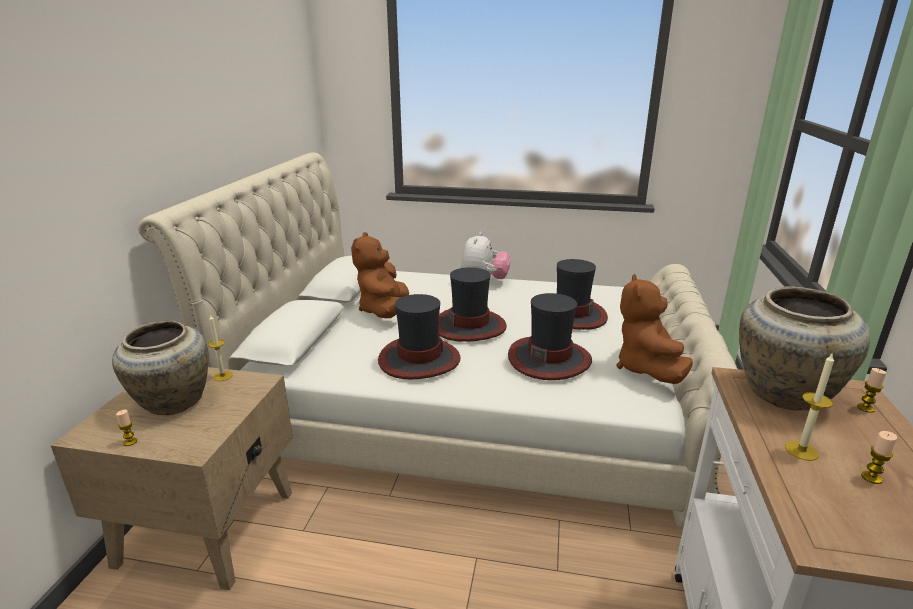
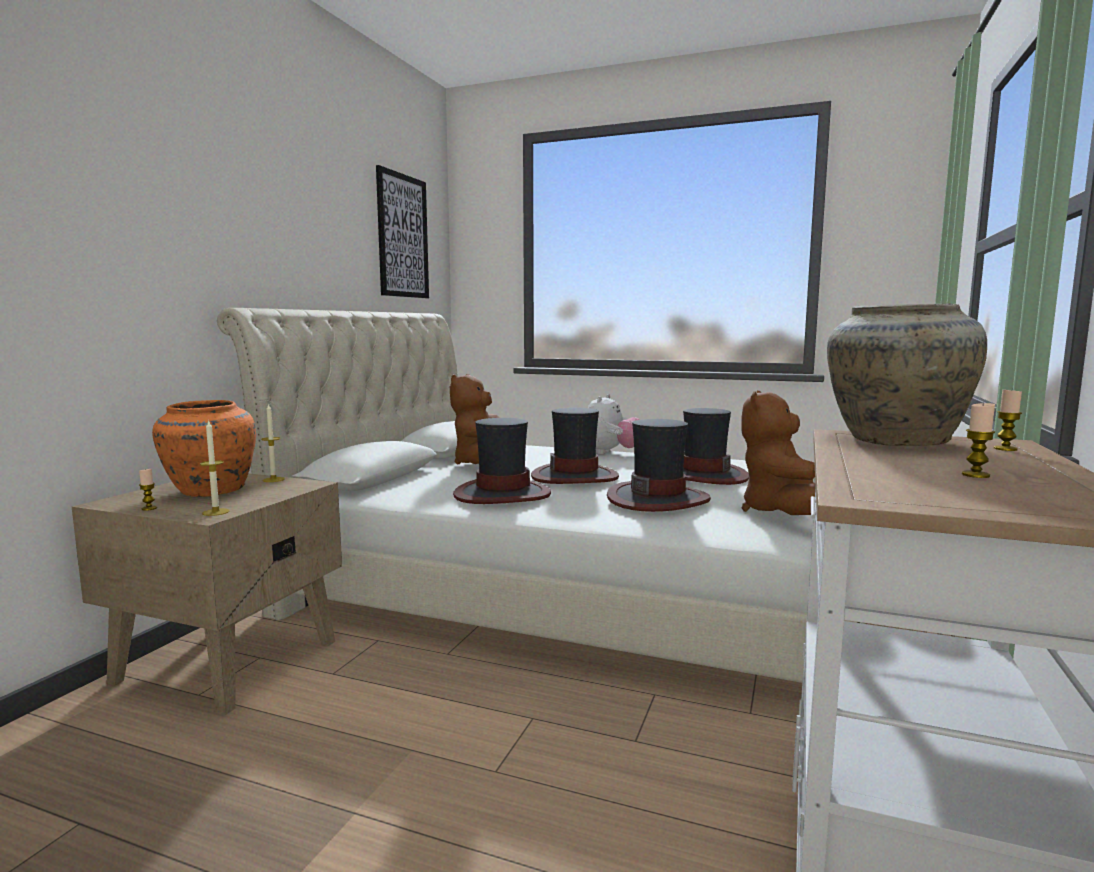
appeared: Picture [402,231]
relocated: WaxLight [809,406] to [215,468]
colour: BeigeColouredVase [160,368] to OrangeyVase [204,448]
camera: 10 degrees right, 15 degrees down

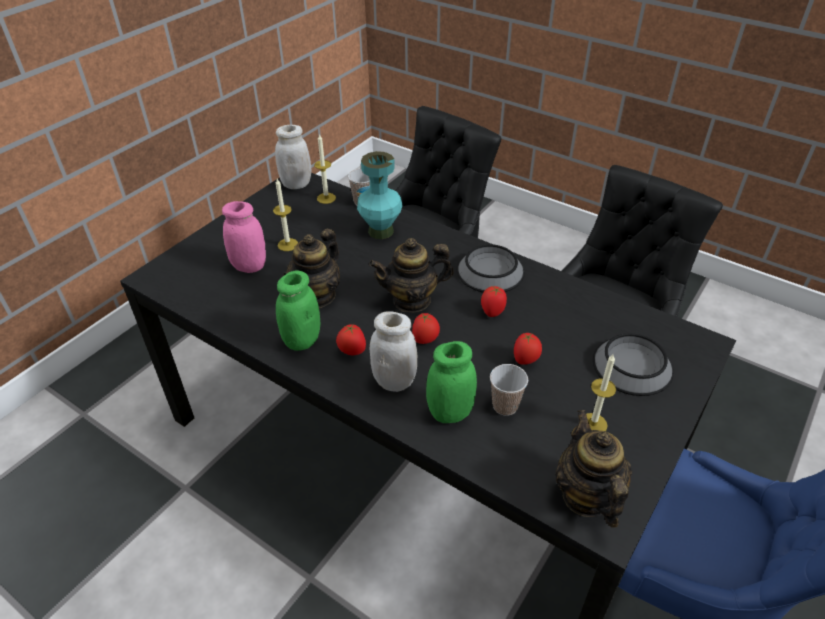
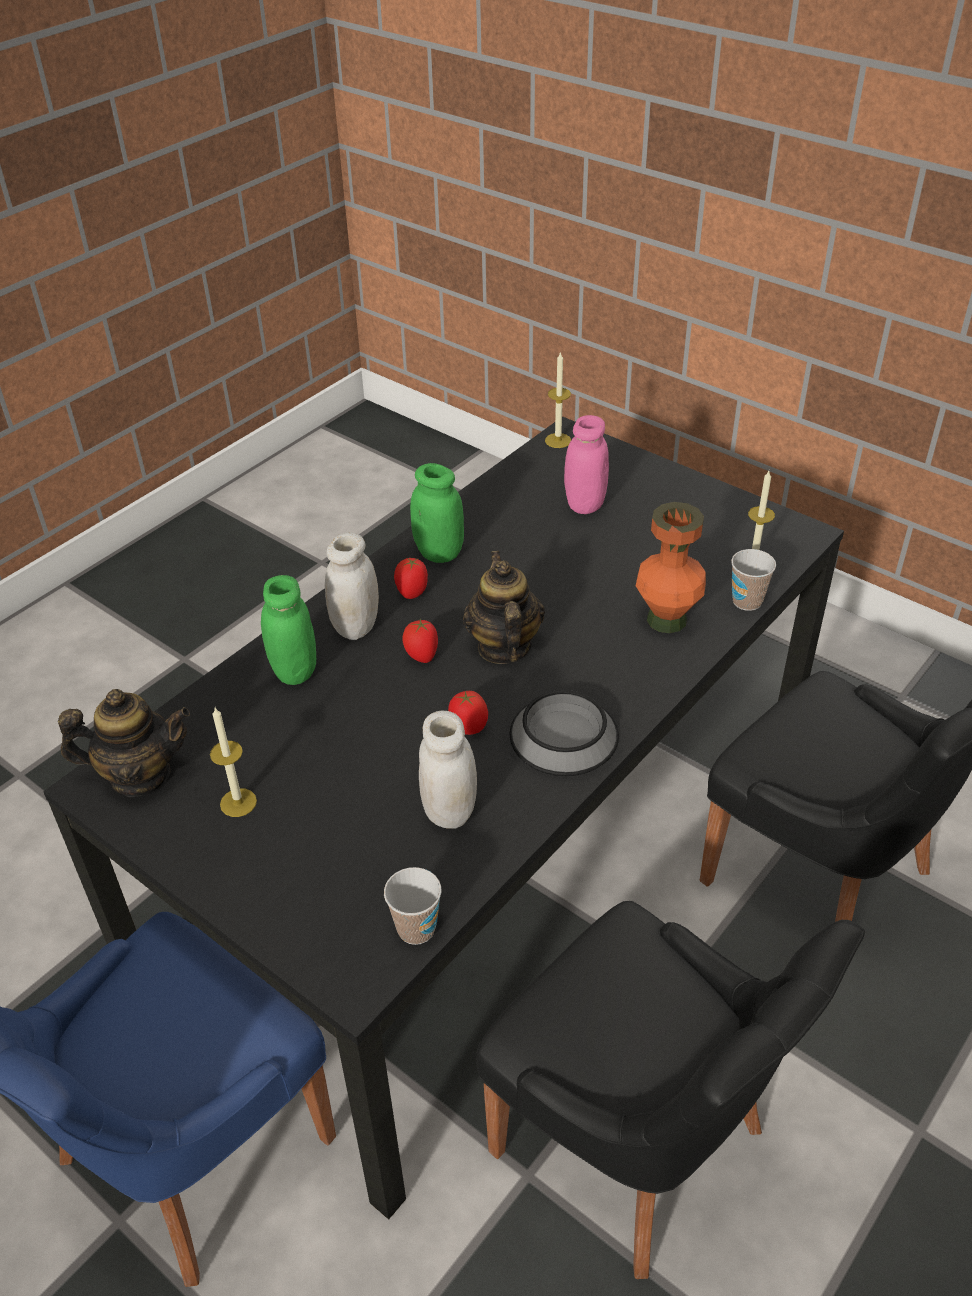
missing: PotForTea [311,268]; Tomato [528,349]; DeepDish [633,364]
relocated: Cup [509,390] to [412,906]; WhiteColouredPreserveJar [293,157] to [448,769]; WaxLight [285,215] to [558,400]
colour: TurquoiseColouredVase [379,195] to OrangeyVase [671,567]
camera: 95 degrees right, 0 degrees up

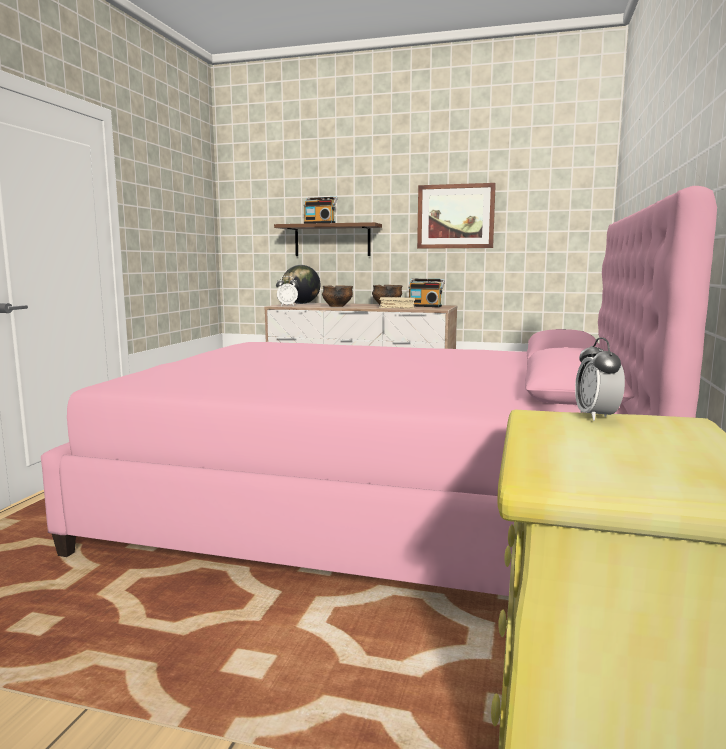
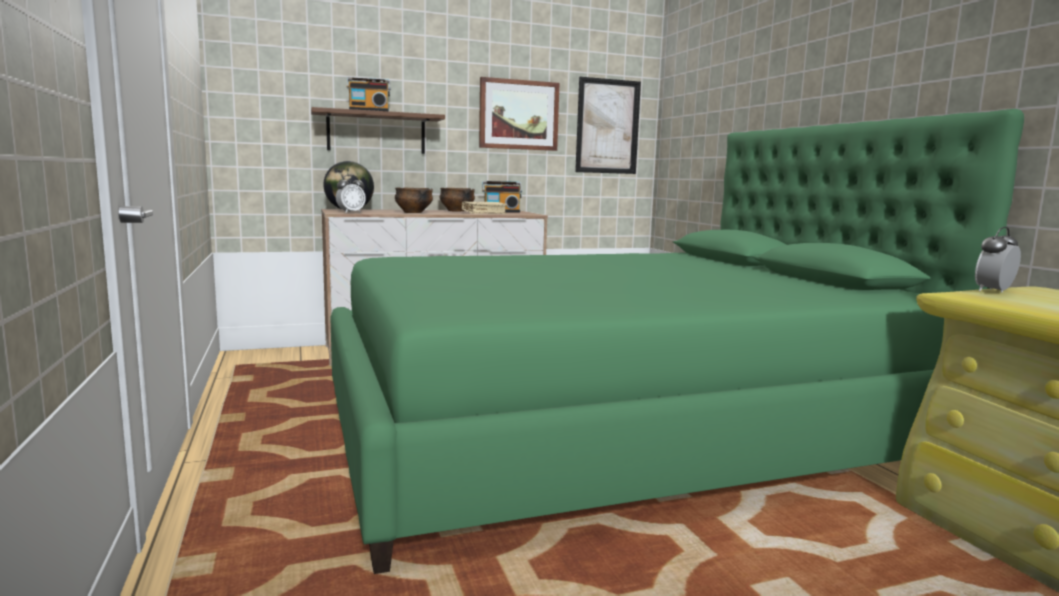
appeared: Picture [608,125]
colour: PinkishSleepingBed [379,391] to GreenColouredSleepingBed [677,341]
spun: AlarmClock [600,379] = [998,260] 90 degrees clockwise
camera: 35 degrees left, 0 degrees up

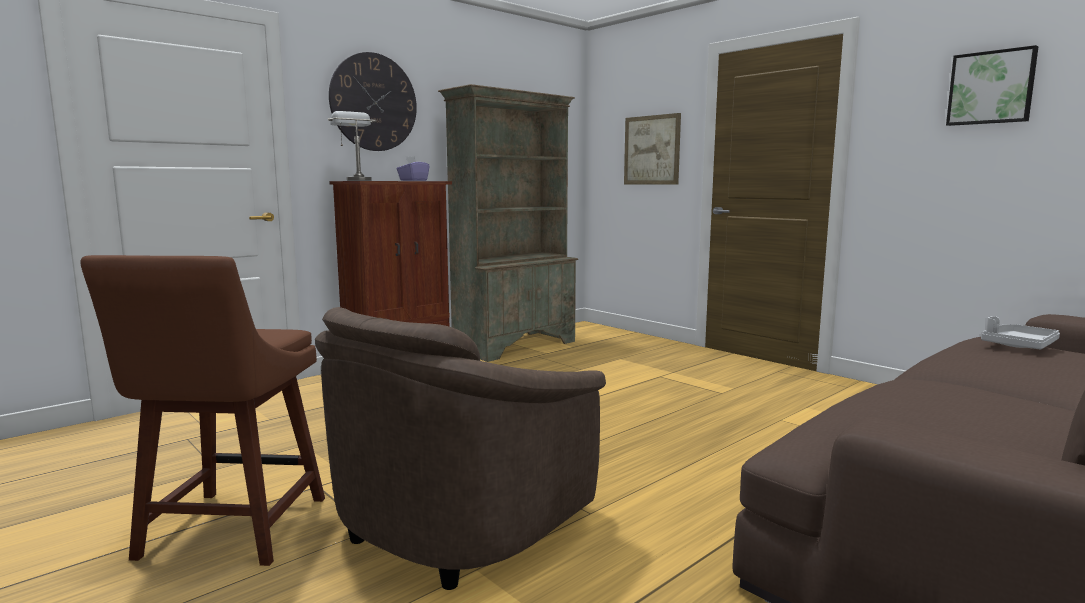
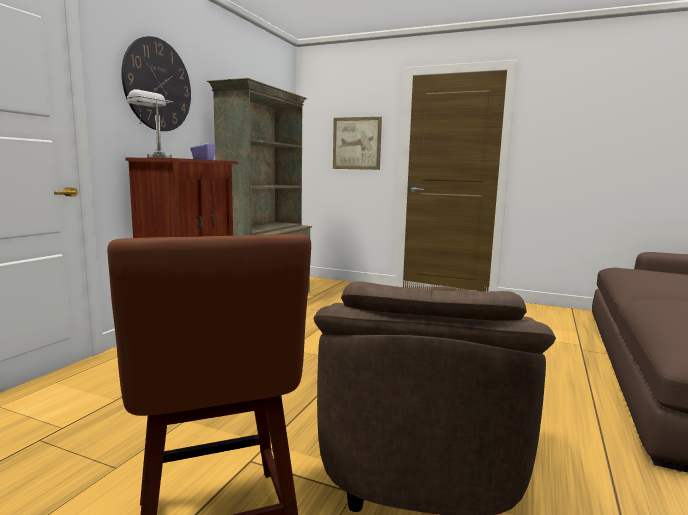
missing: Picture [992,85]; GrayCarryingTray [1020,332]
camera: 25 degrees left, 0 degrees up

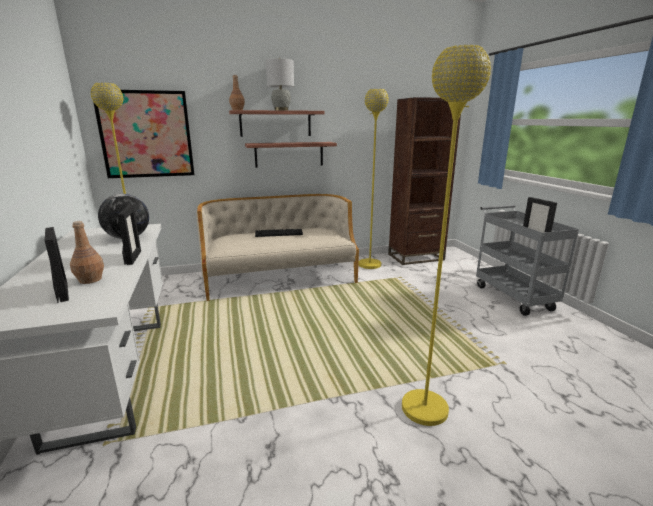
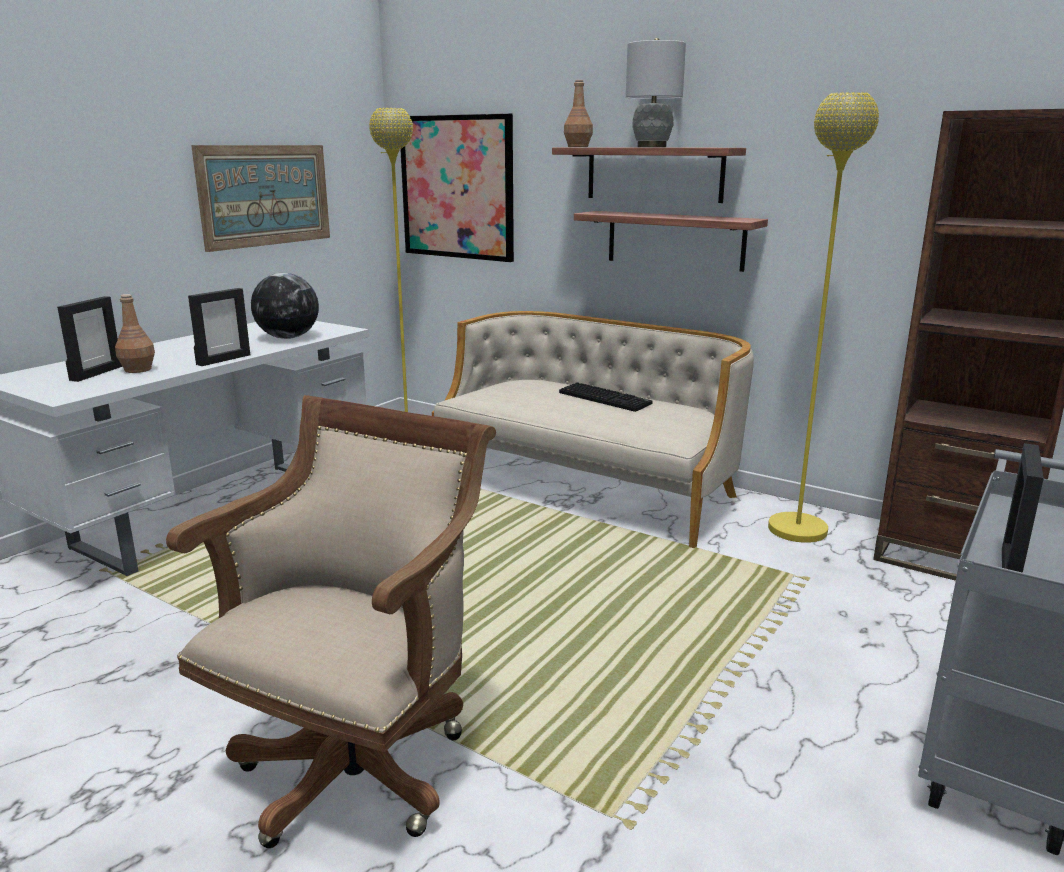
appeared: Picture [260,198]
exchanged: YellowishStandingLamp [446,235] to OfficeChair [331,621]
camera: 50 degrees right, 0 degrees up

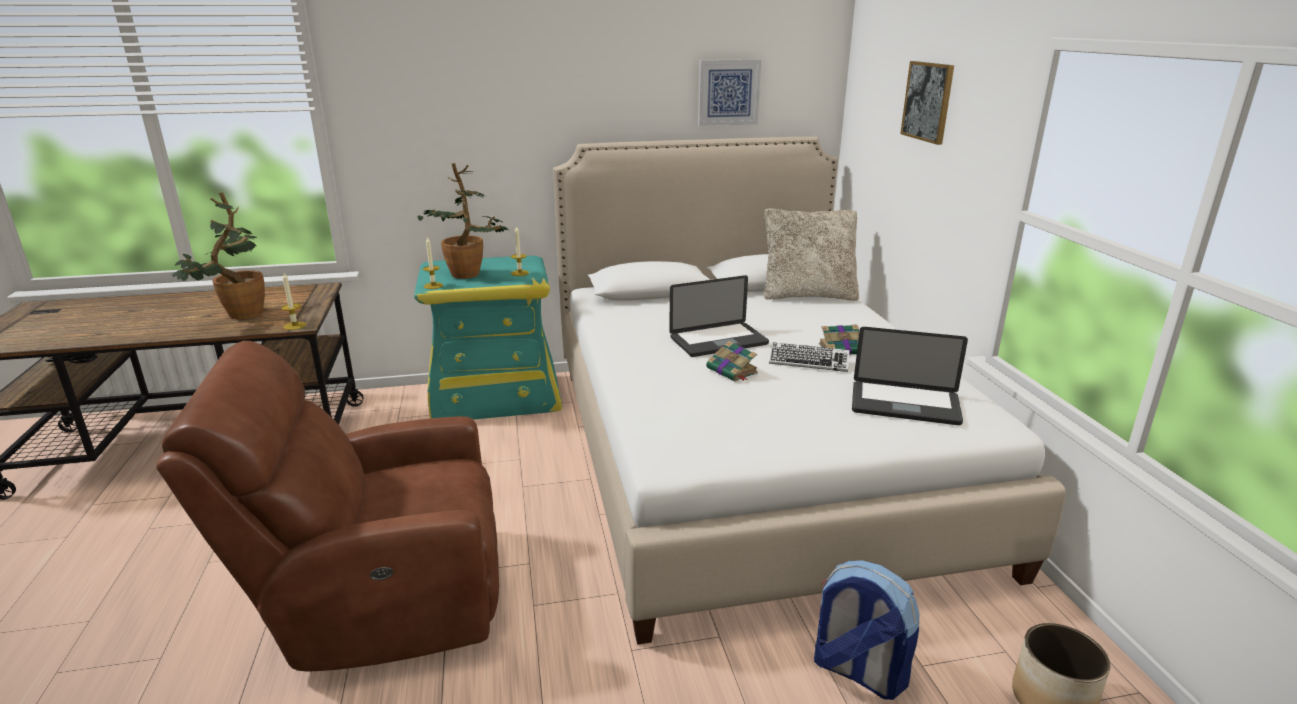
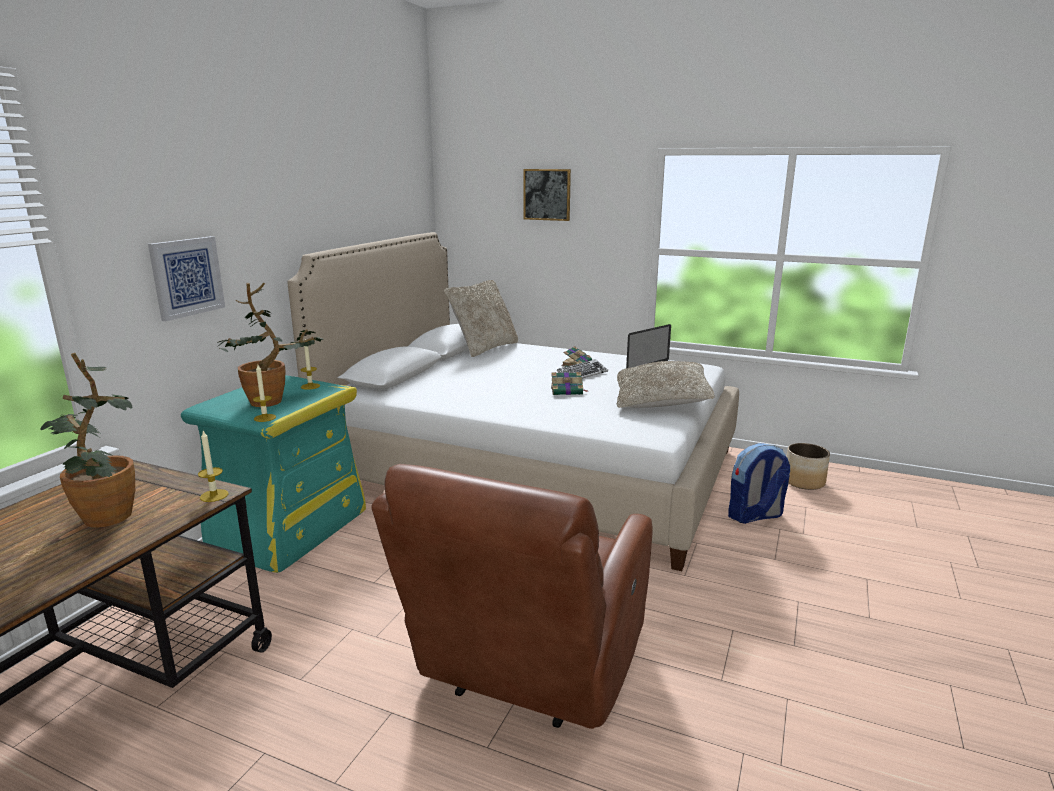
missing: PortableComputer [719,316]
appeared: BeigeColouredCushion [666,384]
relocated: Picture [729,92] to [186,278]
camera: 55 degrees left, 5 degrees down

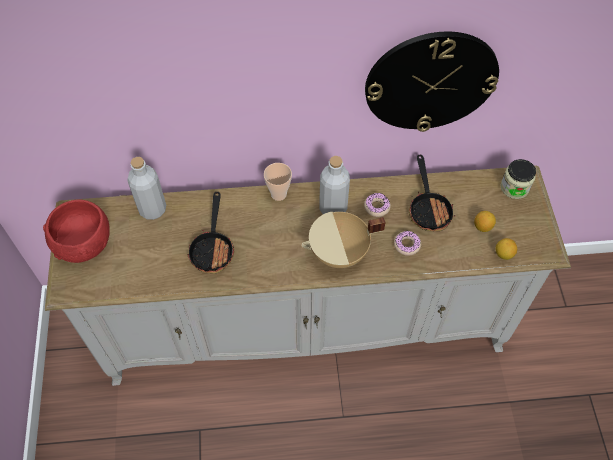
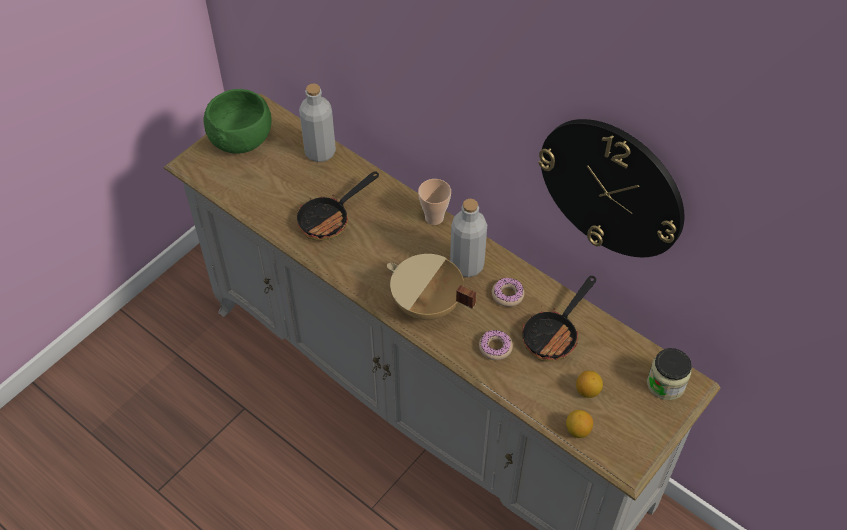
colour: RedDeepDish [76,231] to GreenColouredDeepDish [237,121]
camera: 45 degrees right, 5 degrees down

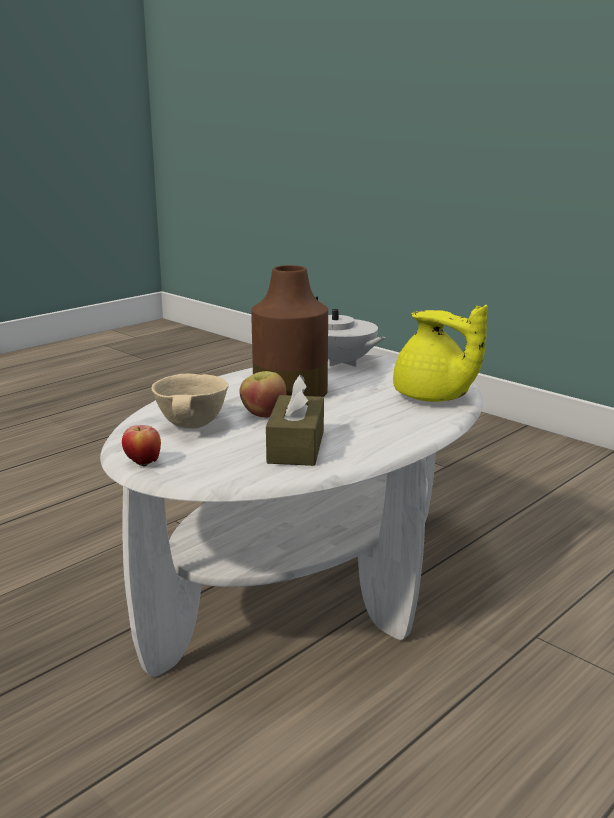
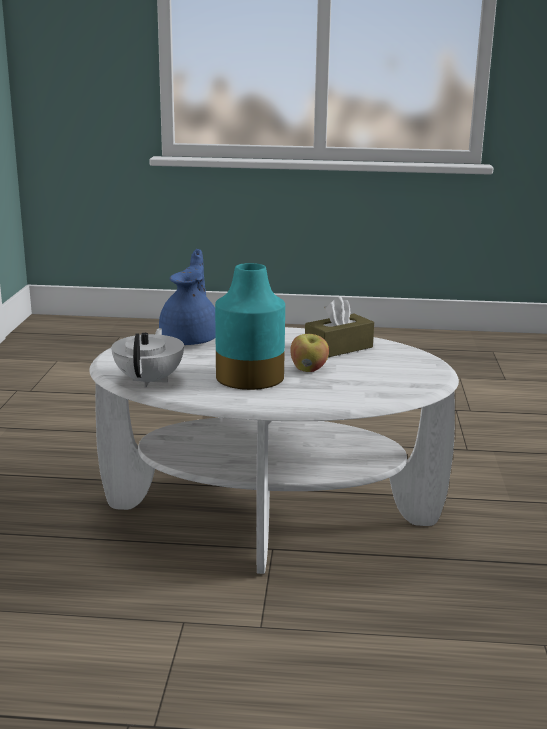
missing: AppleFruit [141,446]; BeigeColouredDeepDish [190,401]
colour: YellowishPotForTea [440,353] to BluishPotForTea [187,297]; BrownVase [289,331] to TurquoiseColouredVase [250,326]
camera: 130 degrees left, 0 degrees up

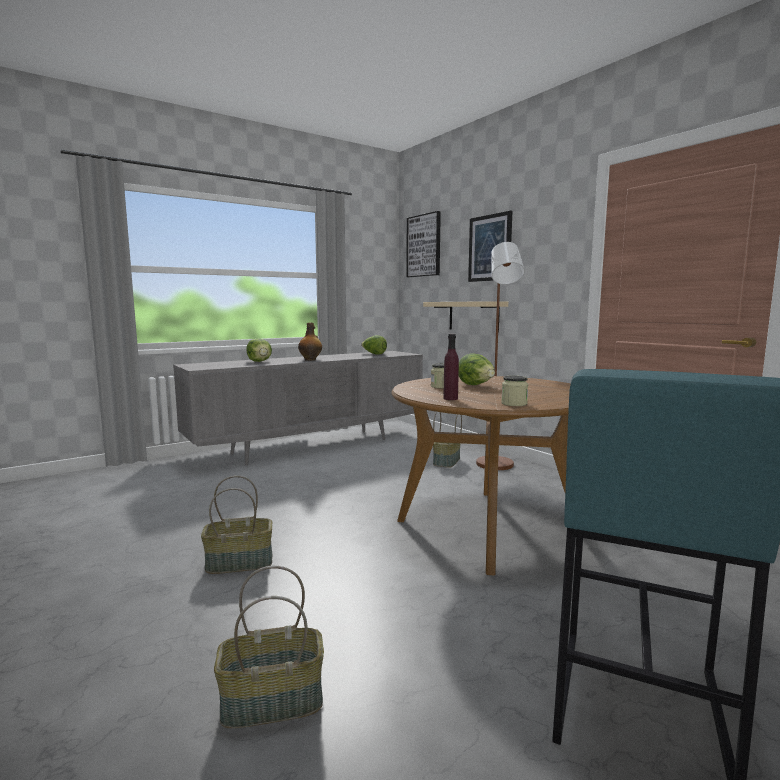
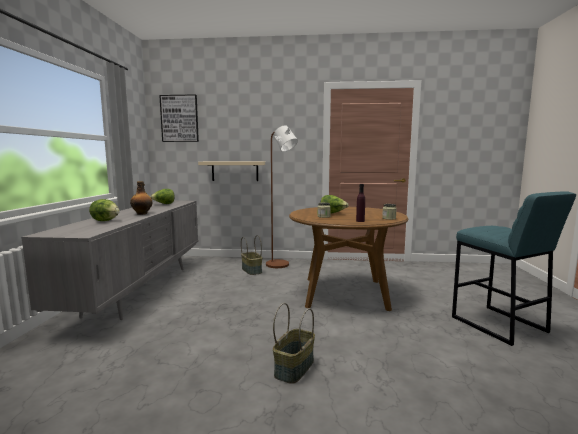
missing: HouseholdBasket [269,647]; Picture [490,246]
camera: 50 degrees left, 0 degrees up

